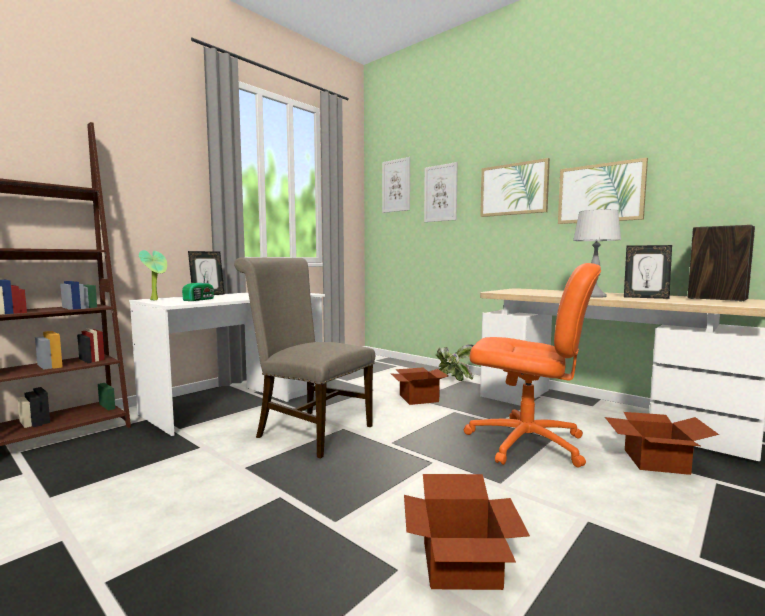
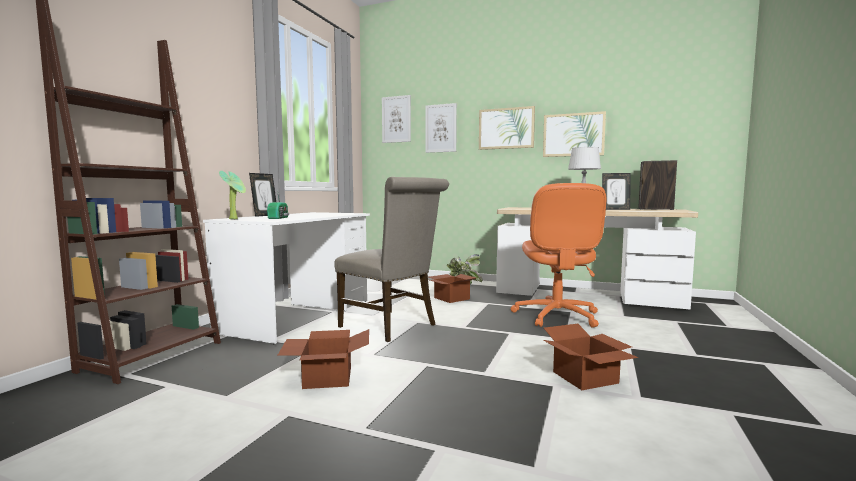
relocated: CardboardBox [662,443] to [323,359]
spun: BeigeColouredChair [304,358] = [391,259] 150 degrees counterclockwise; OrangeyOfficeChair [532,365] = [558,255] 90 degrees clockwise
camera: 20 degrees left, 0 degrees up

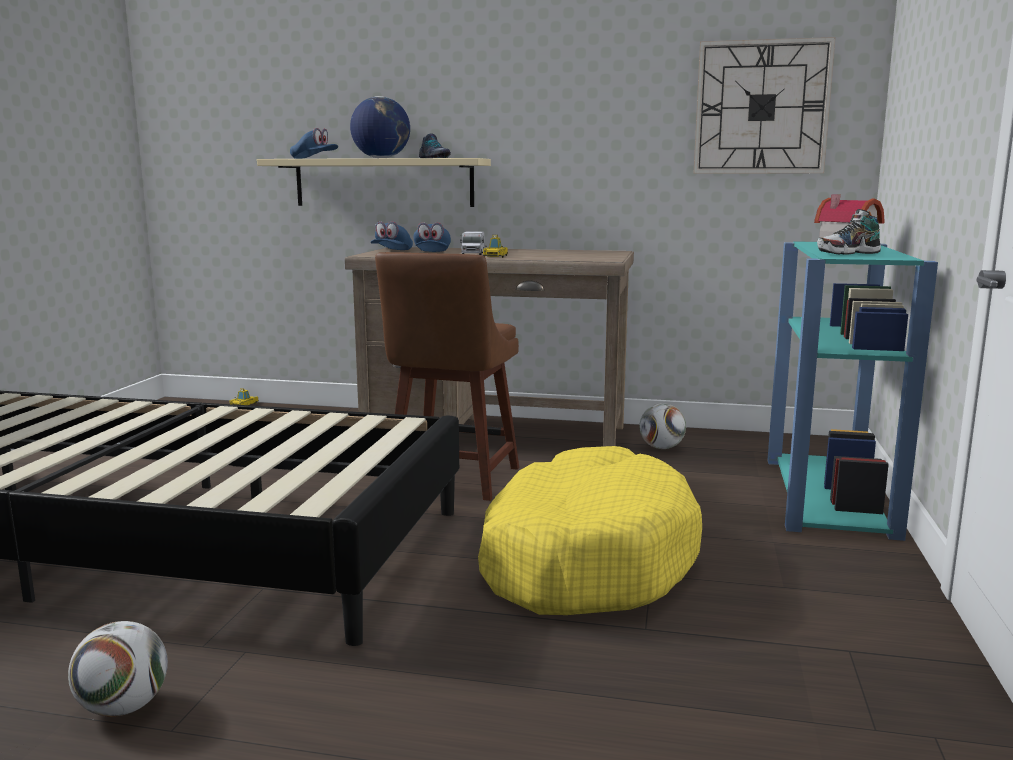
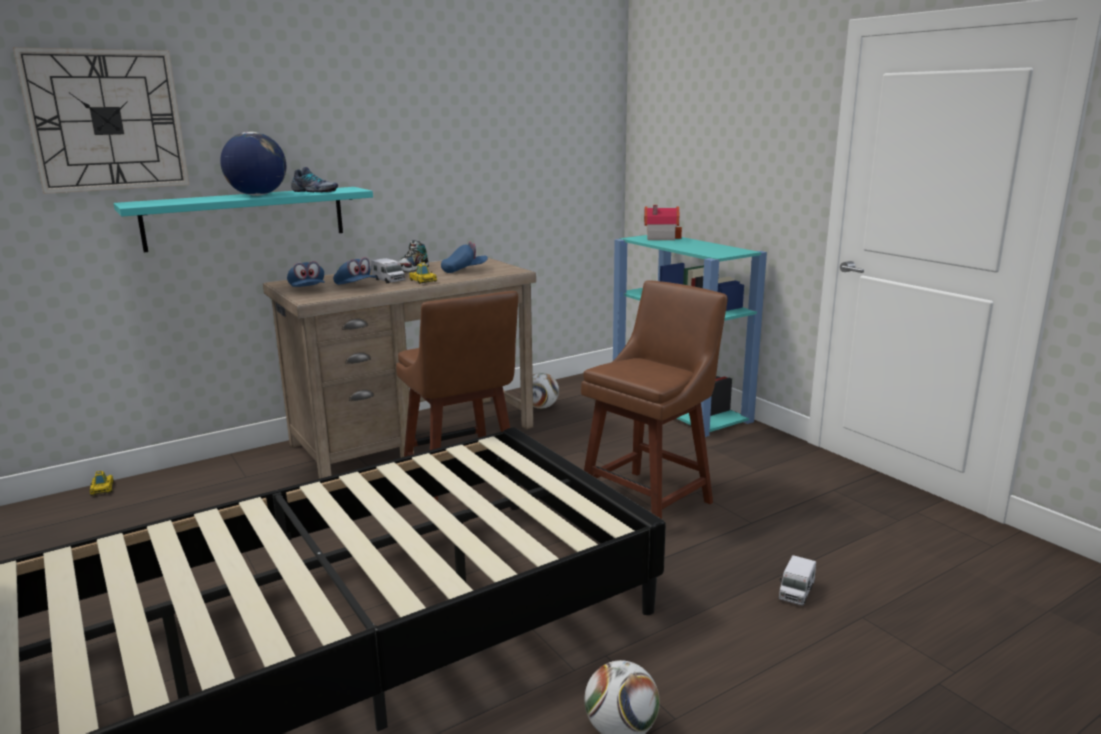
appeared: ModelTruck [797,580]
relocated: ClockOnTheWall [765,105] to [101,120]; Shoe [849,232] to [414,256]; BluishPeakedCap [314,143] to [464,257]
exchanged: YellowishDogBed [590,530] to BrownChair [654,399]
colour: BeigeColouredShelf [374,182] to TurquoiseColouredShelf [243,219]
camera: 45 degrees left, 5 degrees up

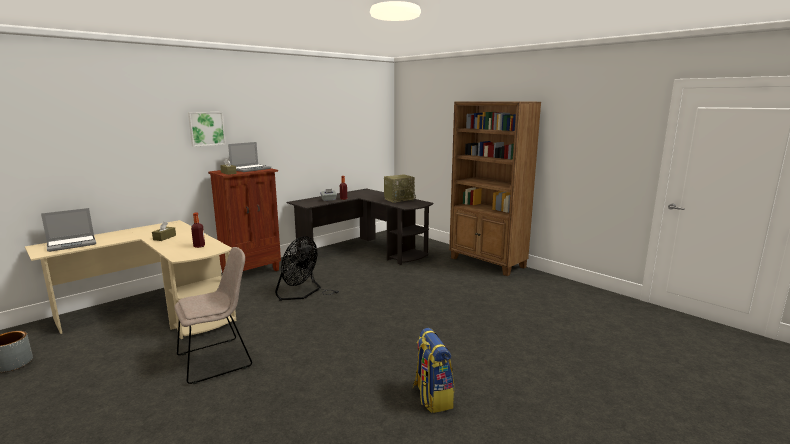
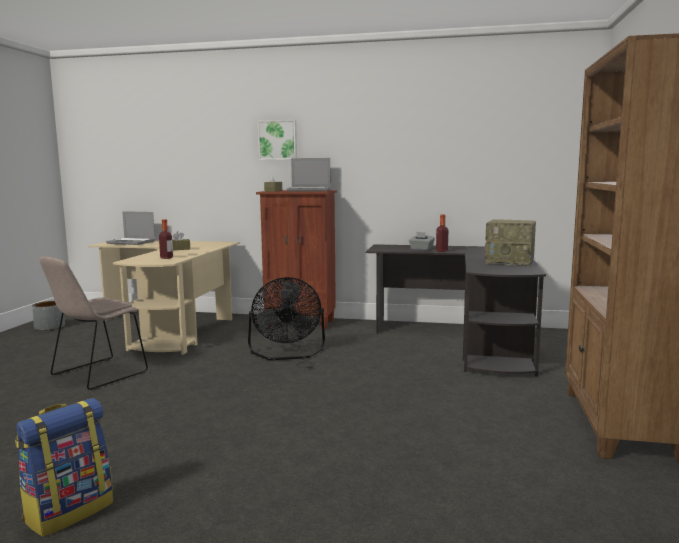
spun: BeigeColouredChair [213,315] = [93,323] 105 degrees clockwise
camera: 55 degrees right, 5 degrees down

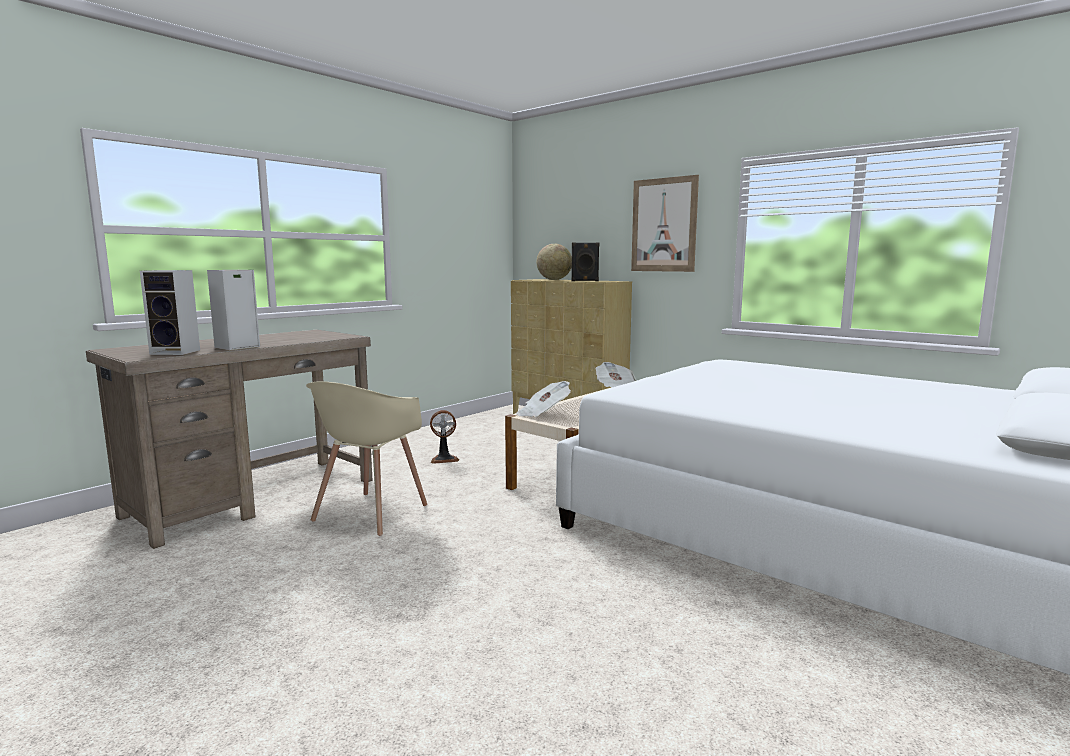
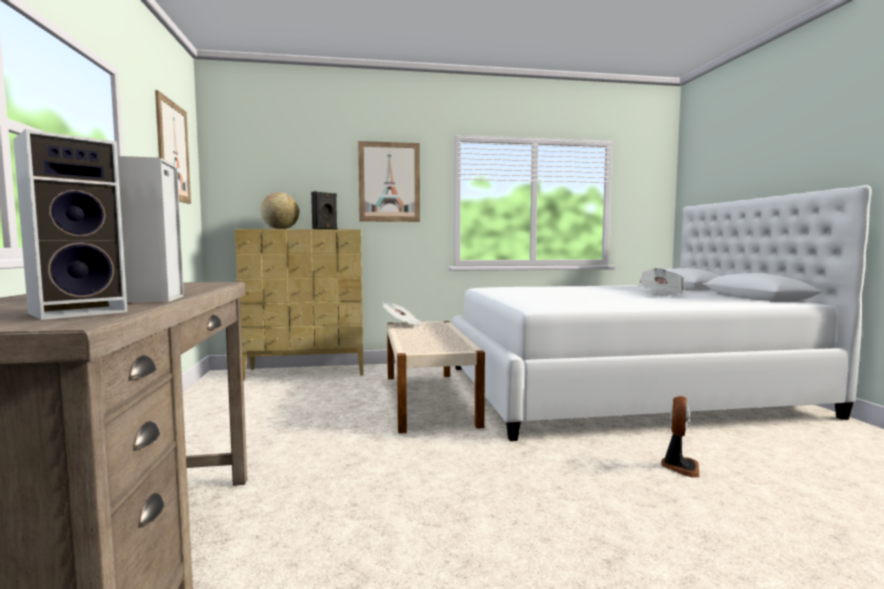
missing: BeigeColouredChair [366,458]
appeared: Picture [173,147]
relocated: DailyPaper [543,399] to [662,282]; Fan [444,437] to [680,437]
camera: 50 degrees left, 5 degrees down

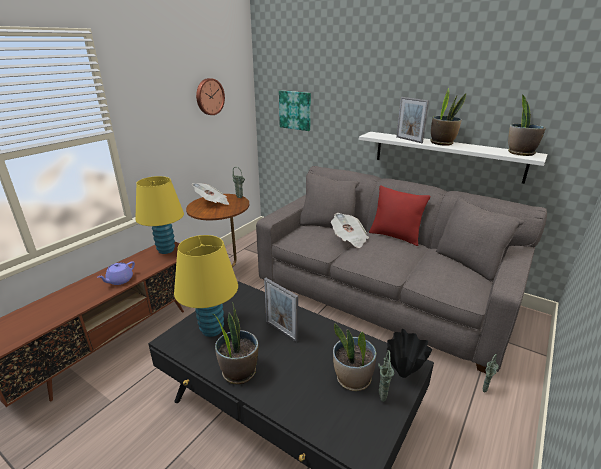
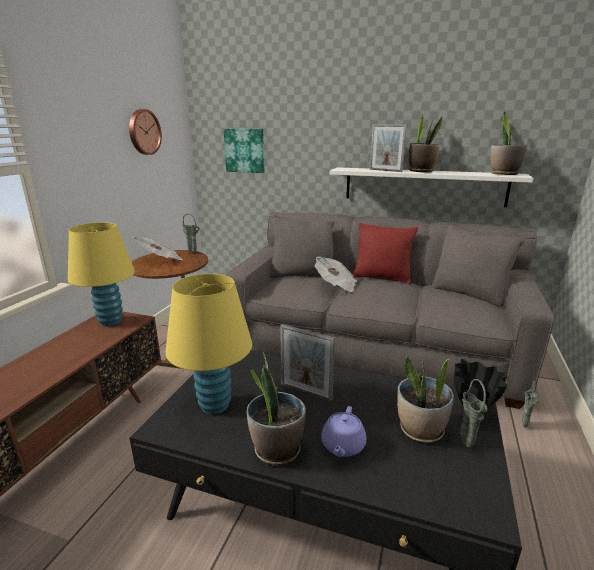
relocated: PurplePotForTea [116,273] to [344,431]
camera: 15 degrees left, 5 degrees down

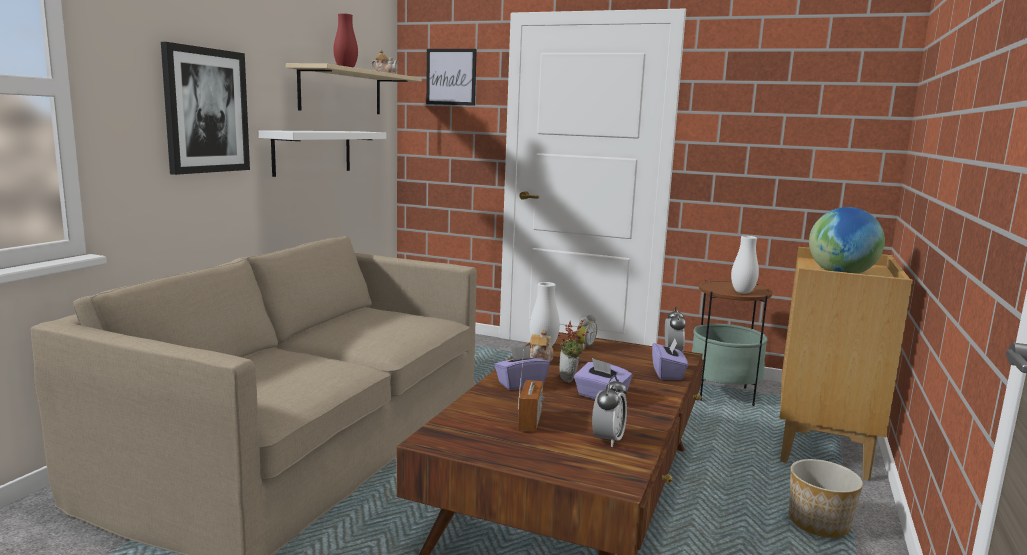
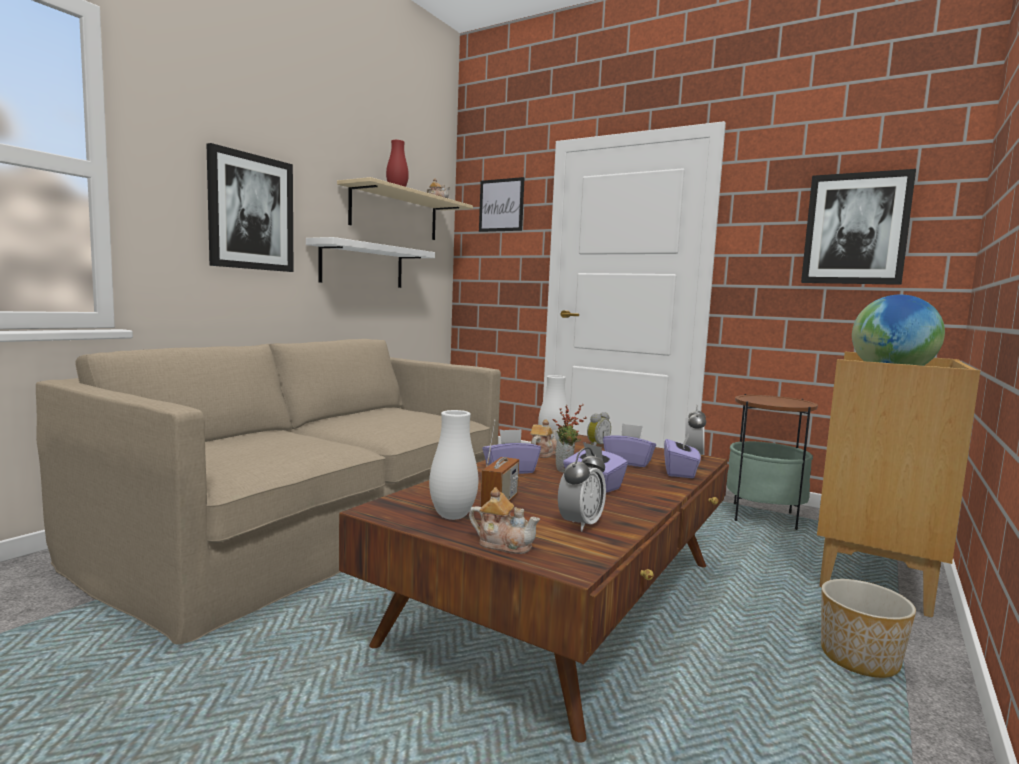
appeared: PotForTea [504,520]; PurpleTissueHolder [629,445]; Picture [858,227]
relocated: WhiteColouredVase [745,265] to [454,465]
camera: 10 degrees right, 5 degrees down

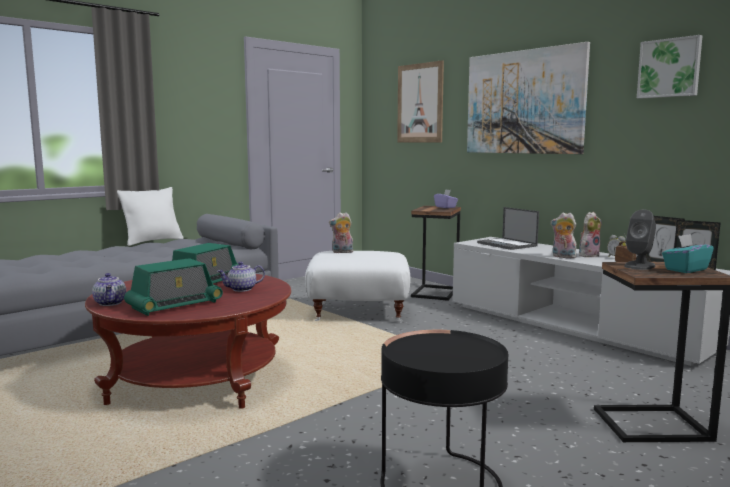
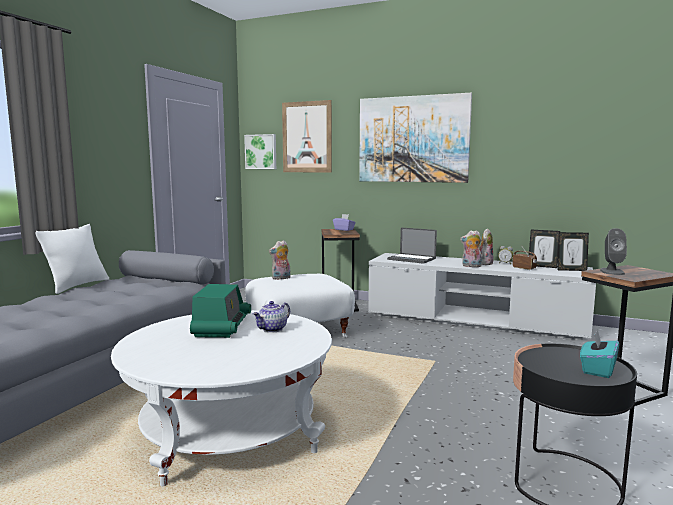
missing: PotForTea [109,289]; RadioReceiver [173,287]
relocated: Picture [669,67] to [260,151]; TurquoiseColouredTissueHolder [688,253] to [599,354]
colour: RedLowTable [188,341] to WhiteColouredLowTable [221,398]
camera: 25 degrees left, 0 degrees up

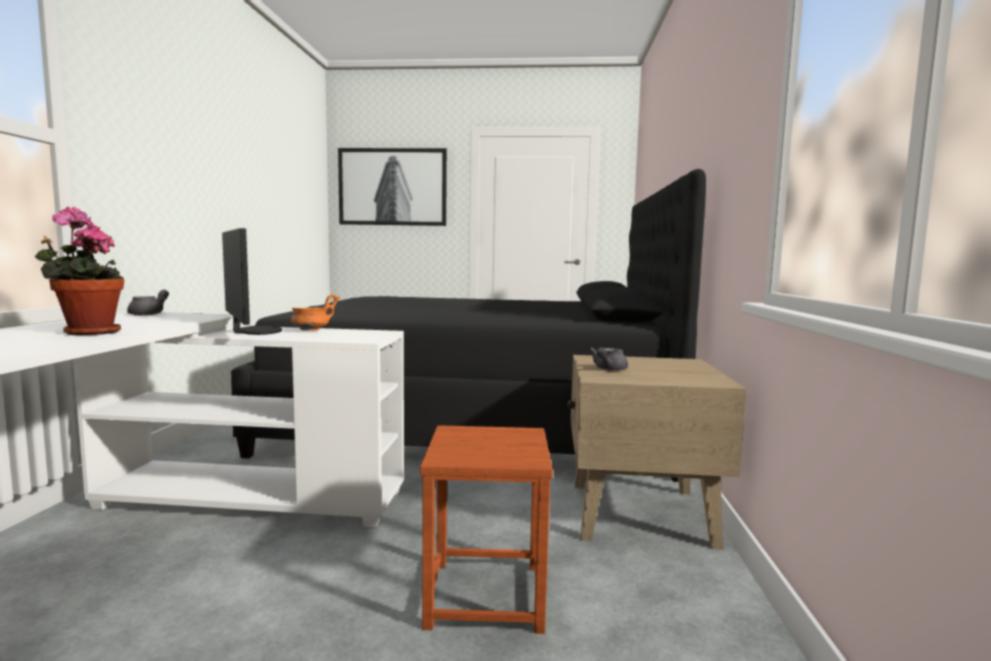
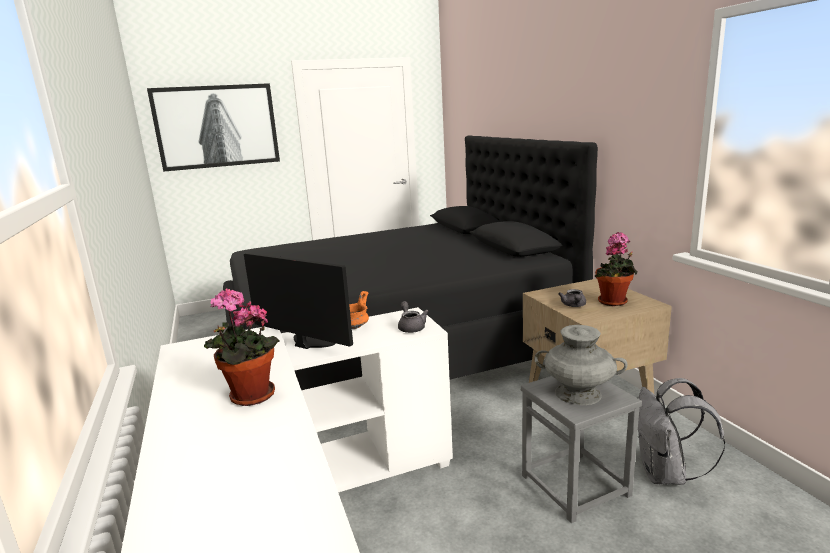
appeared: GrayVase [580,365]; PlantInAPot [616,269]; GrayKnapsack [681,431]
relocated: GrayPotForTea [148,303] to [413,317]
colour: BrownSittingStool [486,529] to GraySittingStool [581,449]
camera: 25 degrees left, 10 degrees up

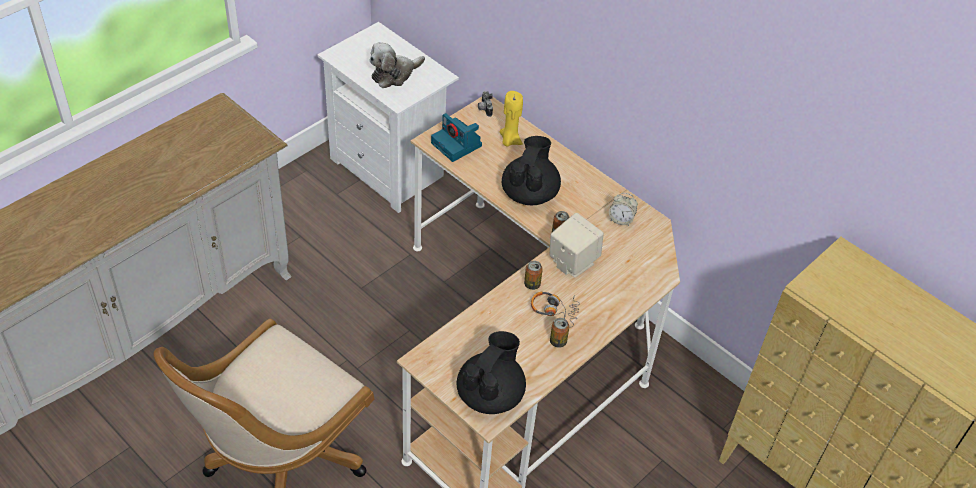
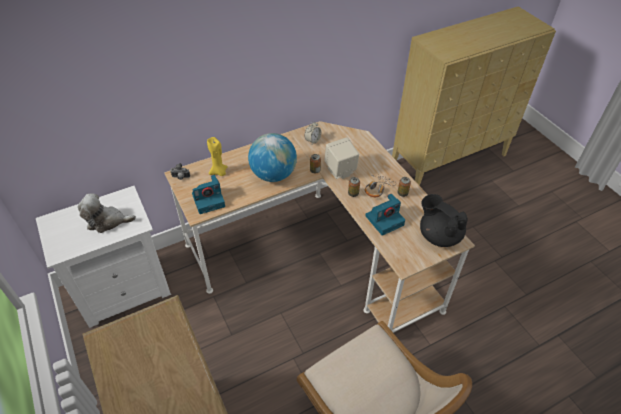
appeared: StillCamera [385,215]
exchanged: BlackColouredPotForTea [531,170] to DeskGlobe [272,157]
spun: PlushToy [397,65] = [107,213] 105 degrees clockwise
camera: 70 degrees left, 0 degrees up

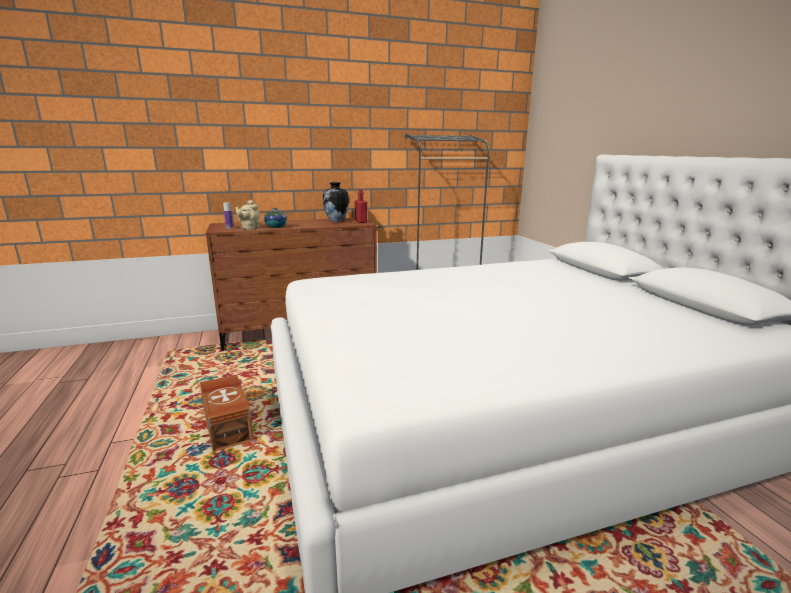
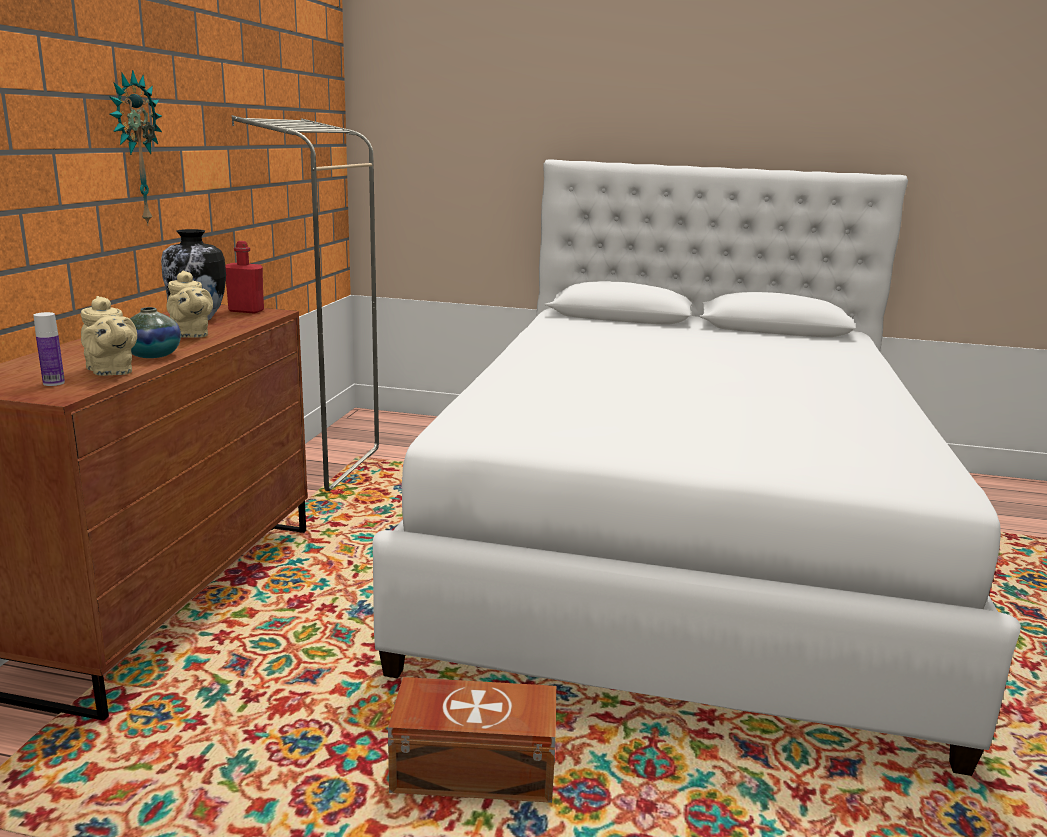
appeared: ClockOnTheWall [135,148]; BeigeColouredPotForTea [189,304]
camera: 60 degrees left, 0 degrees up

